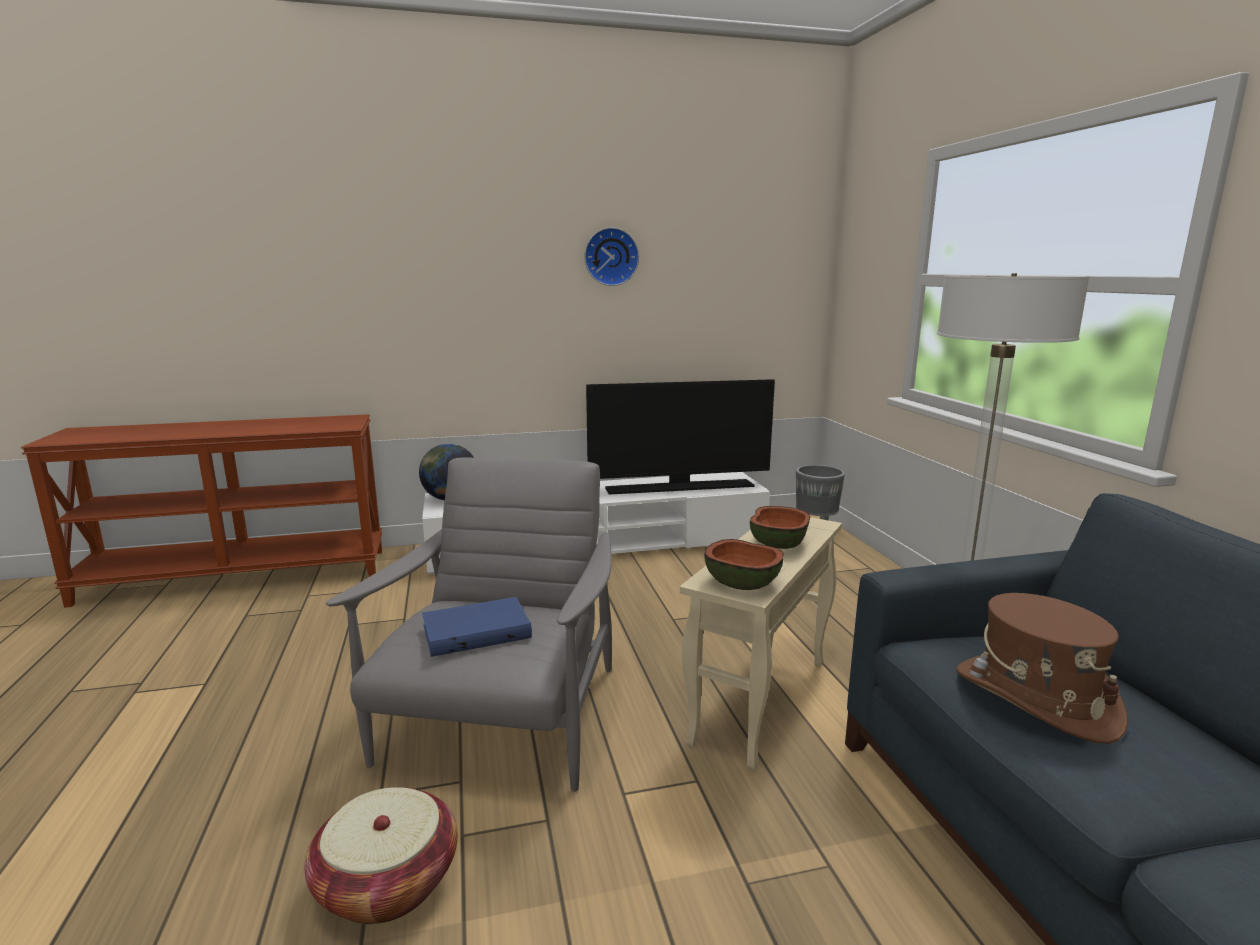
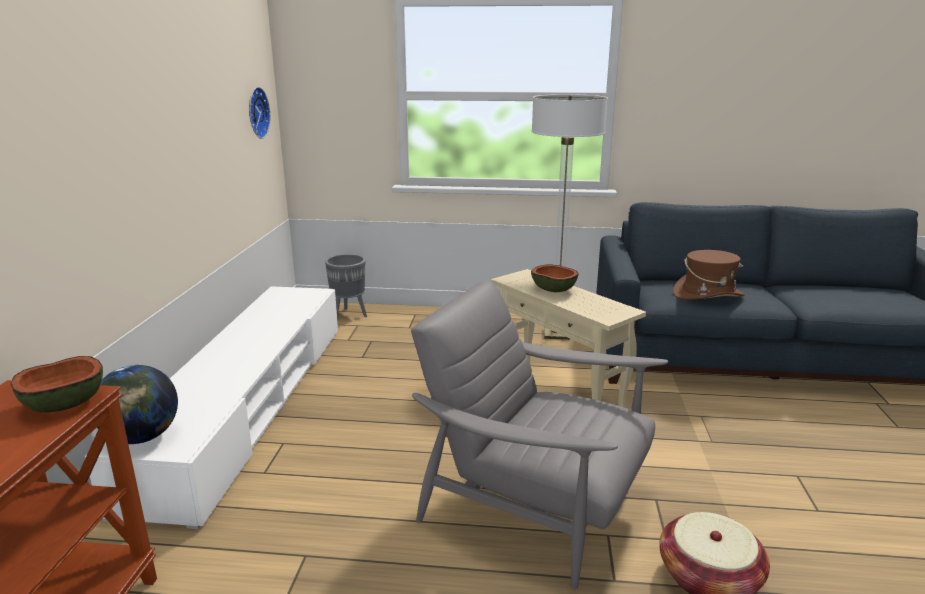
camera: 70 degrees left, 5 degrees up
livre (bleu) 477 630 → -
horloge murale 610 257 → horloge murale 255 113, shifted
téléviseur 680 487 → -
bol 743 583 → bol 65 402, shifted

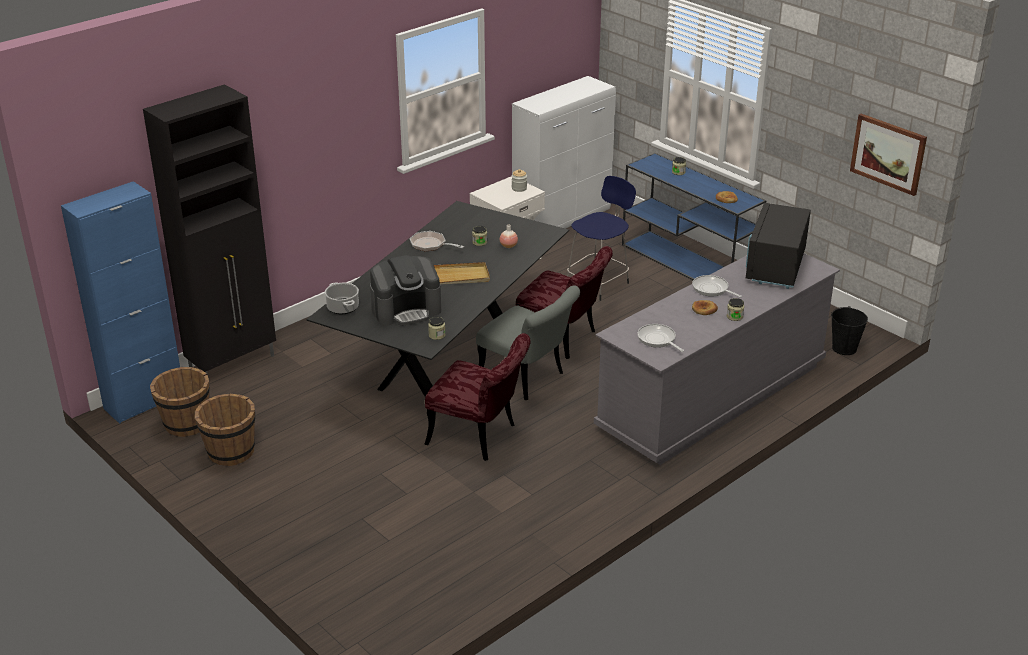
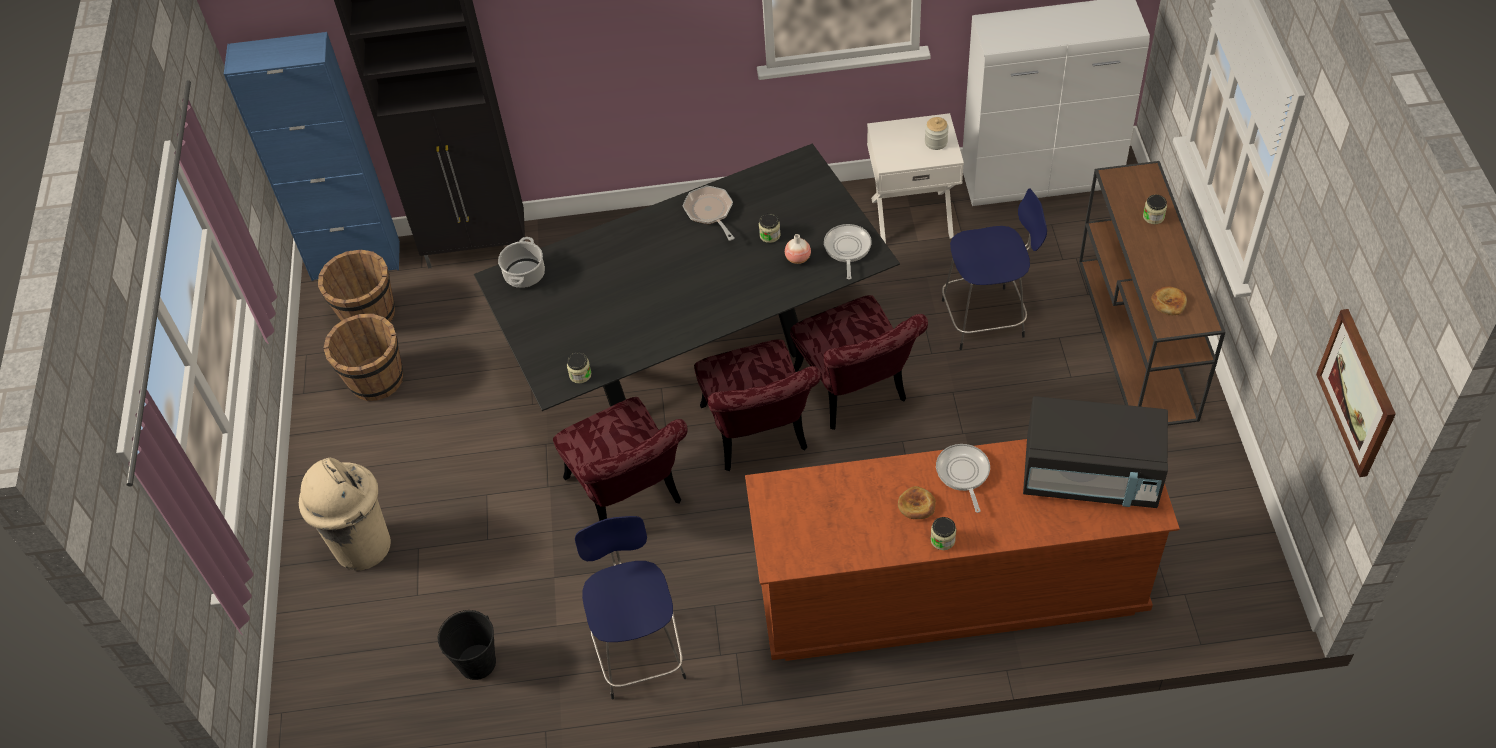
camera: 40 degrees right, 20 degrees up
machine à café 406 310 → -
plateau (beige) 456 277 → -
chaise (gris) 527 379 → chaise (rouge) 758 437
commode (gris) 712 396 → commode (marron) 949 588
table console (bleu) 689 264 → table console (marron) 1137 340
poêle 658 339 → poêle 847 249, shifted
micro-ondes (noir) 775 267 → micro-ondes (noir) 1090 476, 135 degrees counterclockwise
seau (noir) 844 348 → seau (noir) 477 662, shifted
- → poubelle (beige) 362 545
- → tabouret (bleu) 639 652

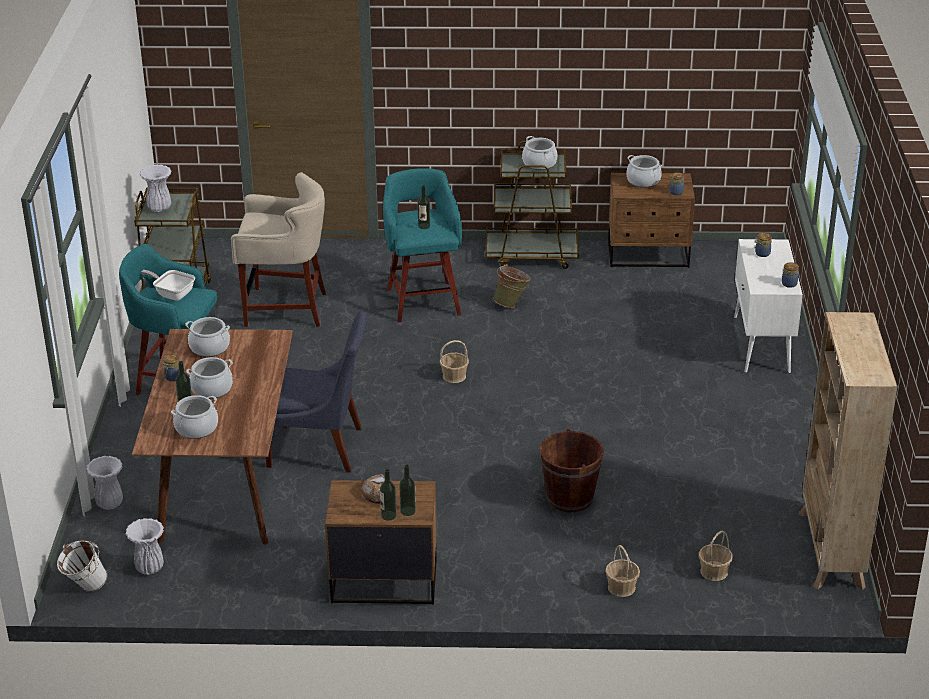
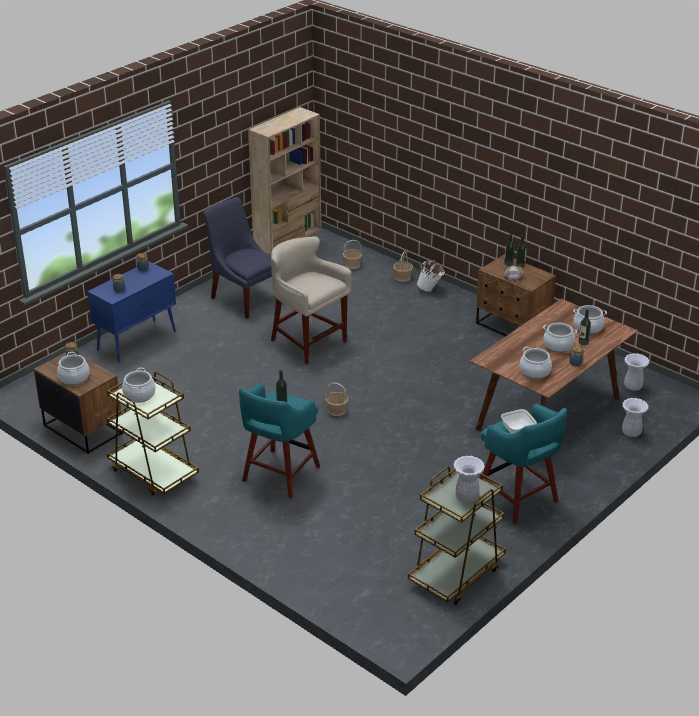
camera: 140 degrees left, 0 degrees up
seau (blanc) 85 588 → seau (blanc) 430 289, shifted
tabouret (beige) 284 308 → tabouret (beige) 308 342, shifted
chaise (bleu) 320 448 → chaise (bleu) 245 297, shifted
seau (vert) 512 303 → -
seau (marron) 569 498 → -
meuble de rangement (blanc) 761 345 → meuble de rangement (bleu) 137 340

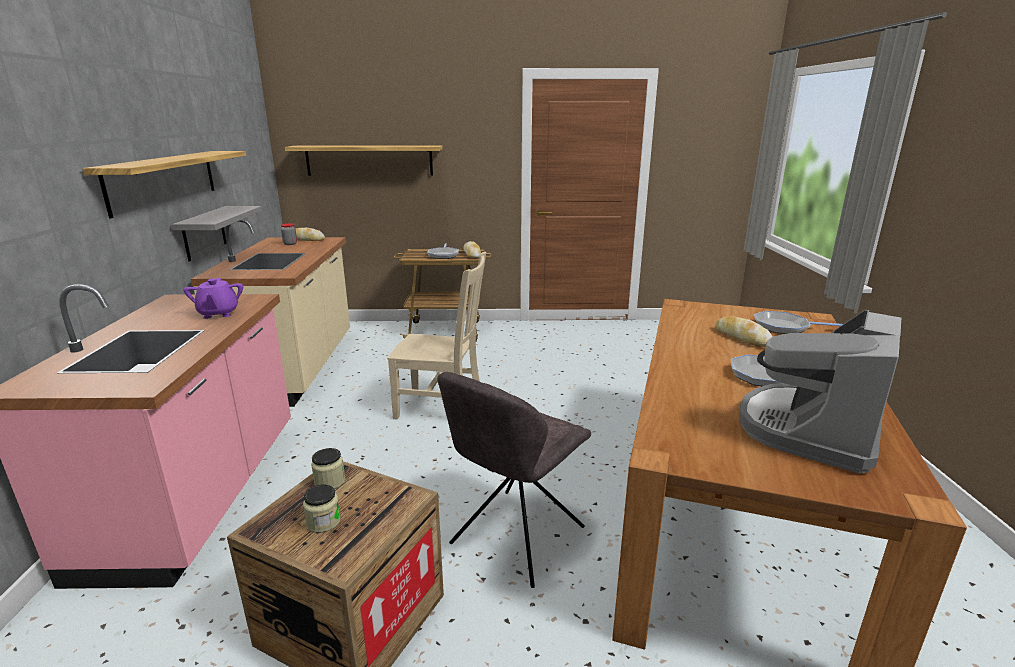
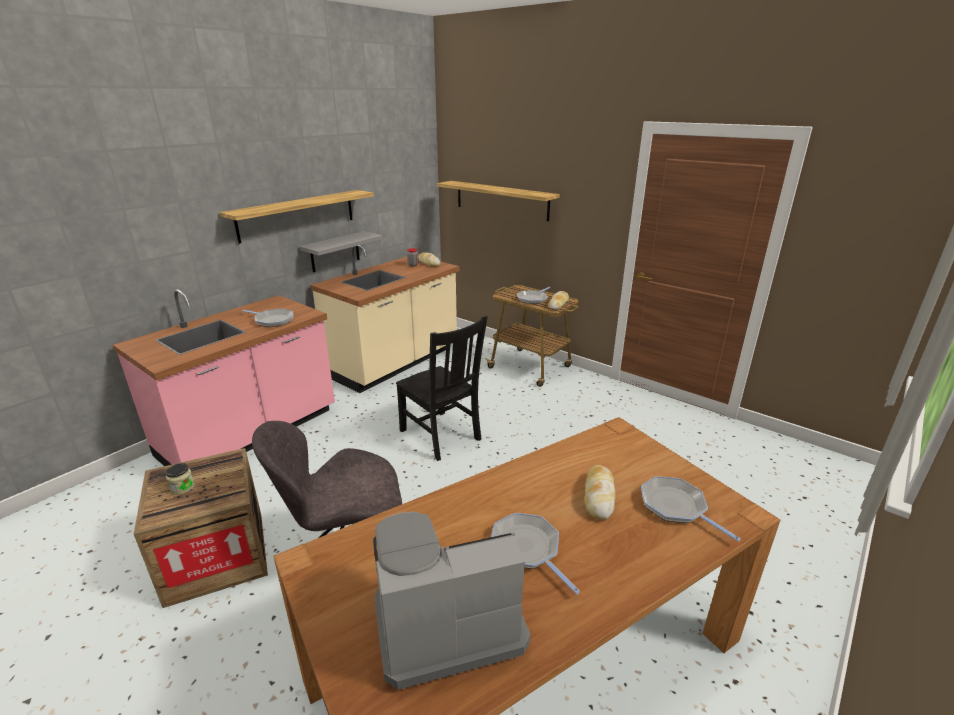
camera: 40 degrees right, 5 degrees up
théière (violet) 218 313 → poêle 272 320
bocal 329 482 → -
chaise (beige) 443 407 → chaise (noir) 441 436

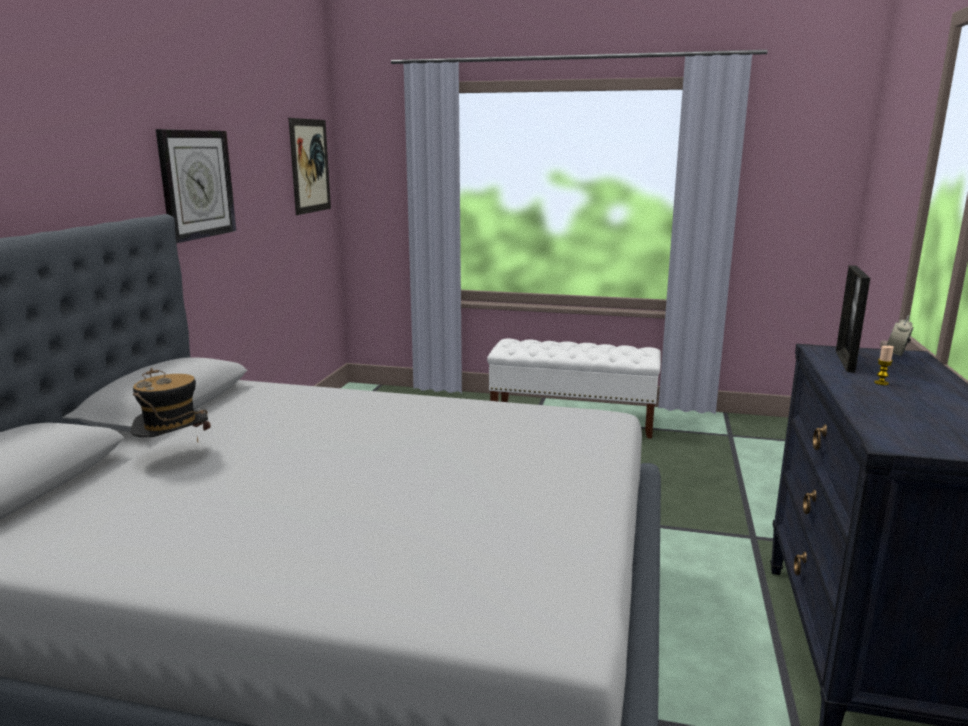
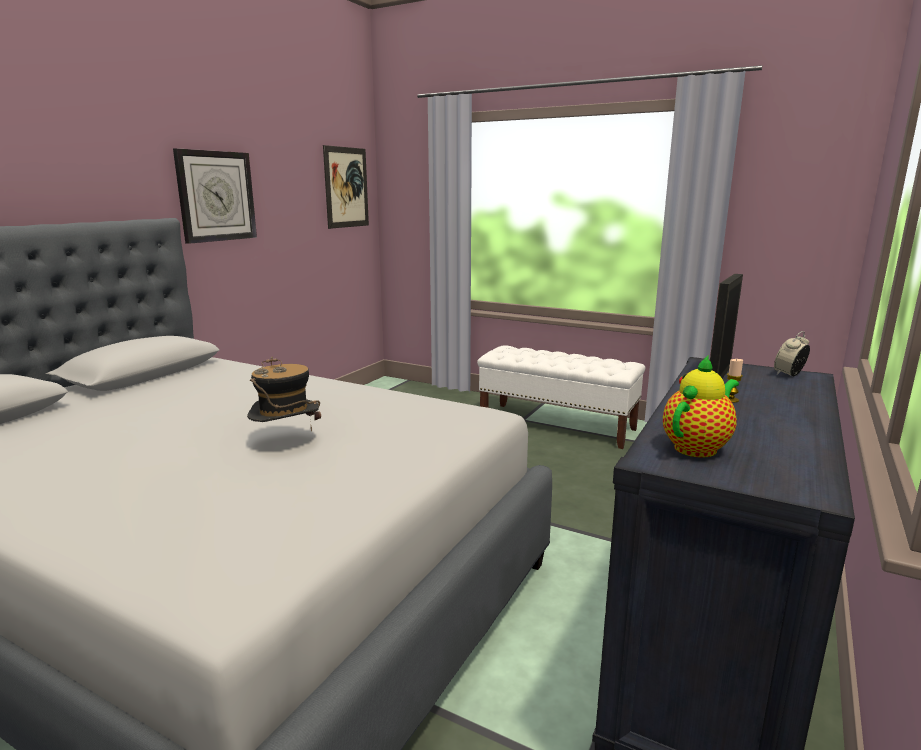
camera: 15 degrees right, 0 degrees up
chapeau 175 457 → chapeau 287 442, shifted
- → théière 698 447

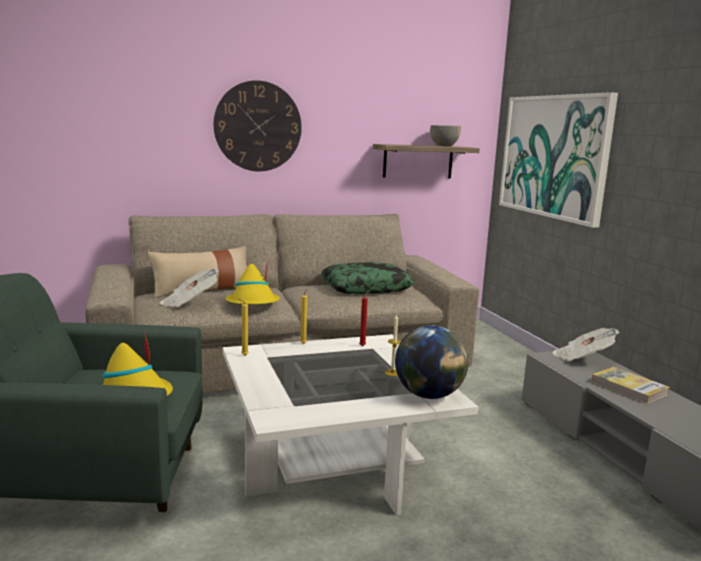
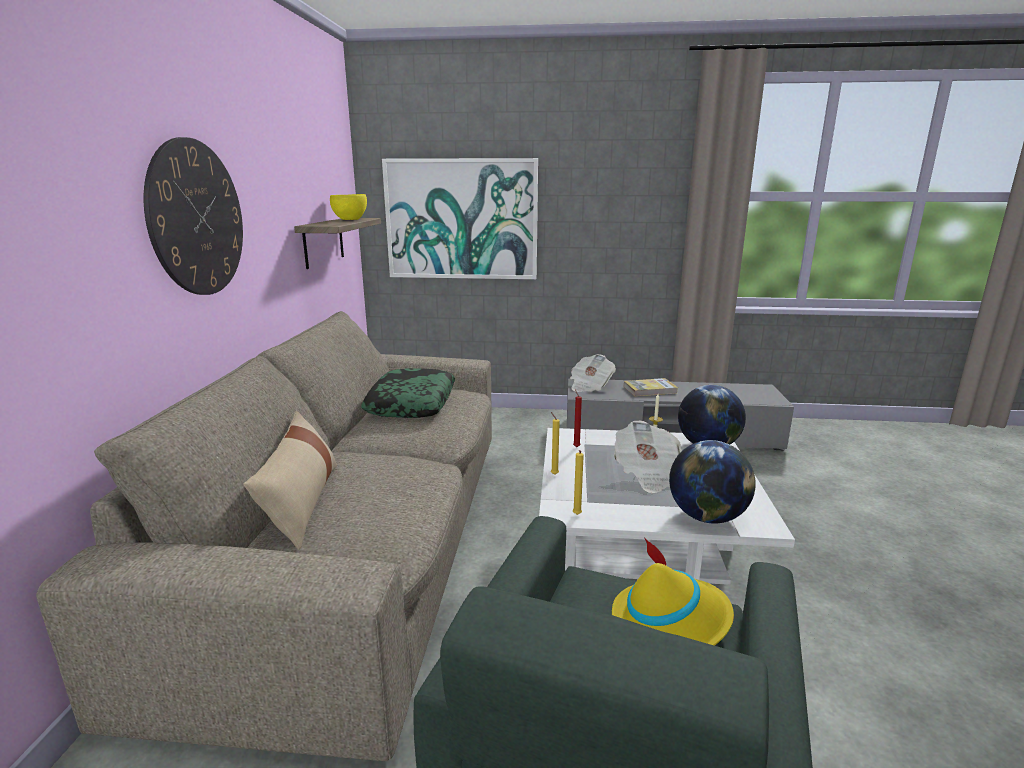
camera: 65 degrees left, 5 degrees up
journal 189 303 → journal 648 474, shifted
chapeau (jaune) 253 304 → -
bol (gris) 444 146 → bol (jaune) 350 219
- → globe 707 517

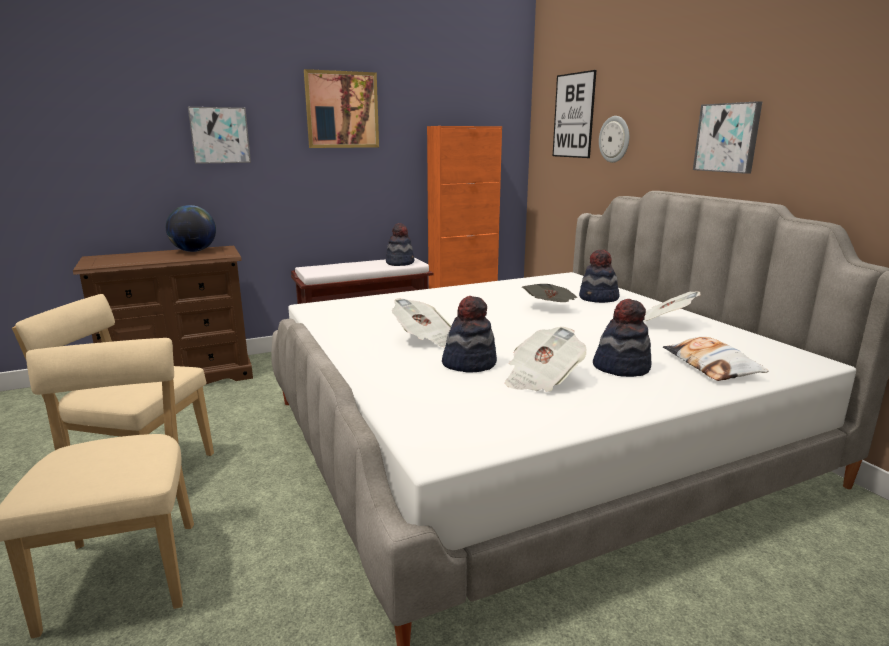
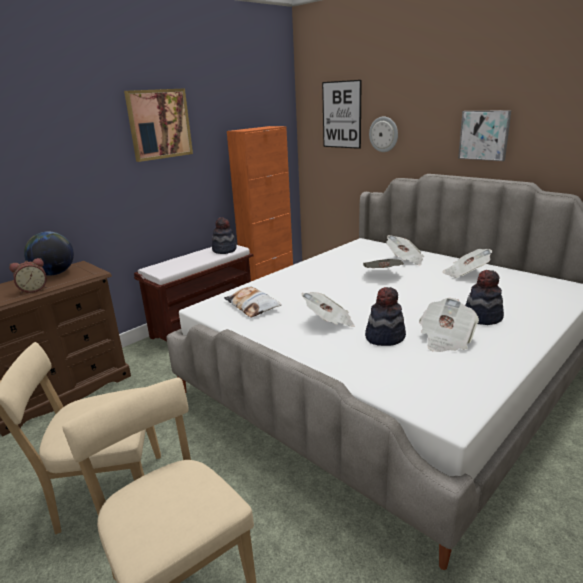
camera: 20 degrees left, 5 degrees up
tableau 220 135 → -
chapeau 598 299 → journal 405 260
coussin 711 366 → coussin 252 306, shifted
- → réveil 33 289

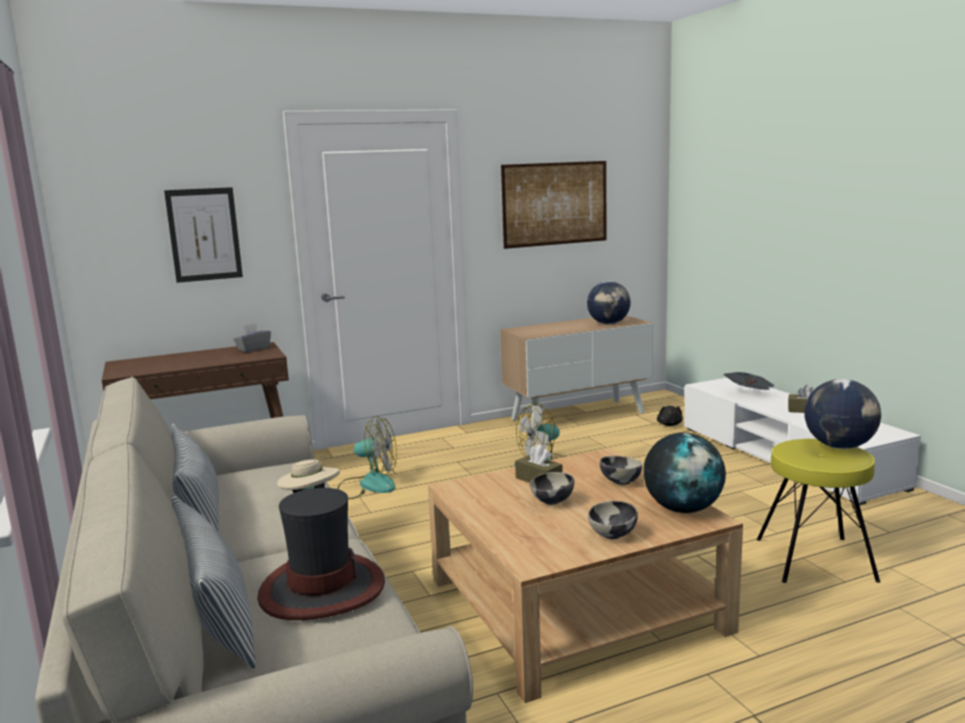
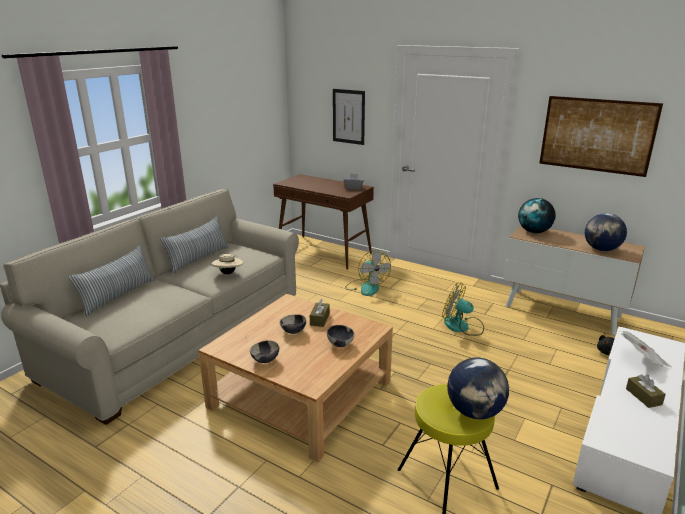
camera: 55 degrees right, 10 degrees up
chapeau 321 589 → -
globe 683 509 → globe 534 232, shifted

